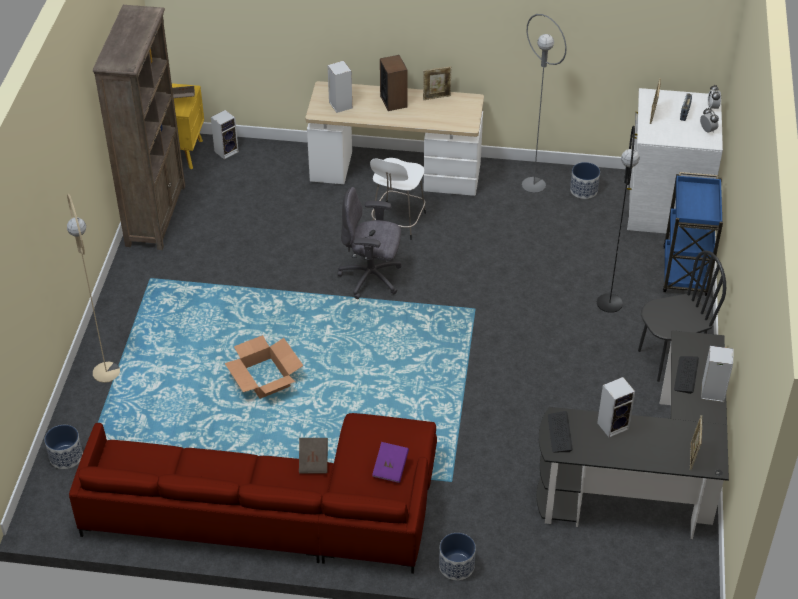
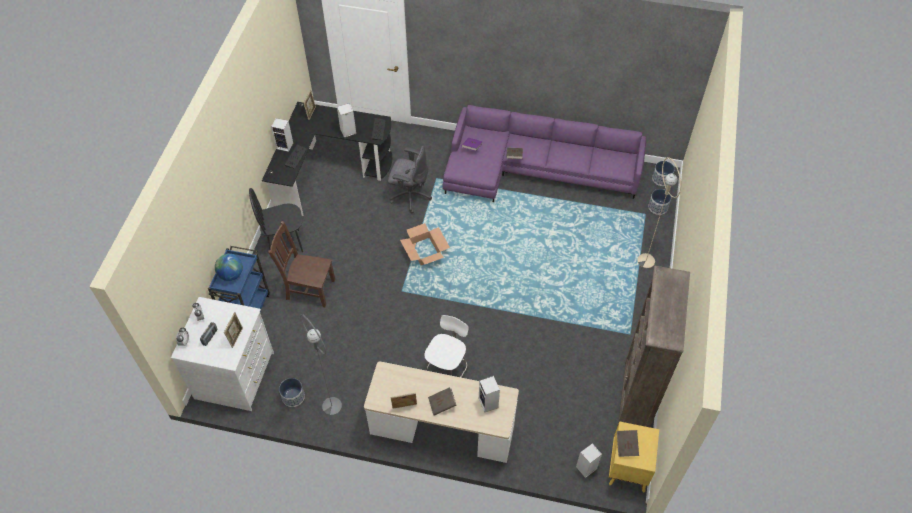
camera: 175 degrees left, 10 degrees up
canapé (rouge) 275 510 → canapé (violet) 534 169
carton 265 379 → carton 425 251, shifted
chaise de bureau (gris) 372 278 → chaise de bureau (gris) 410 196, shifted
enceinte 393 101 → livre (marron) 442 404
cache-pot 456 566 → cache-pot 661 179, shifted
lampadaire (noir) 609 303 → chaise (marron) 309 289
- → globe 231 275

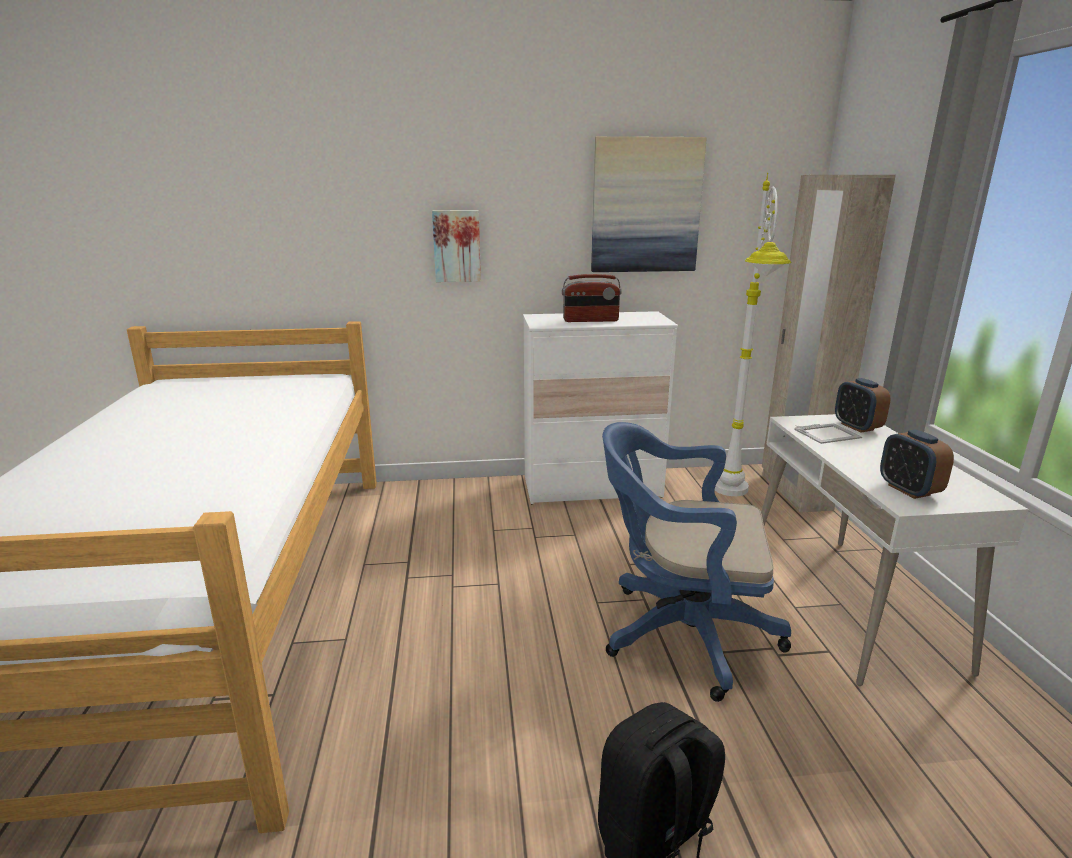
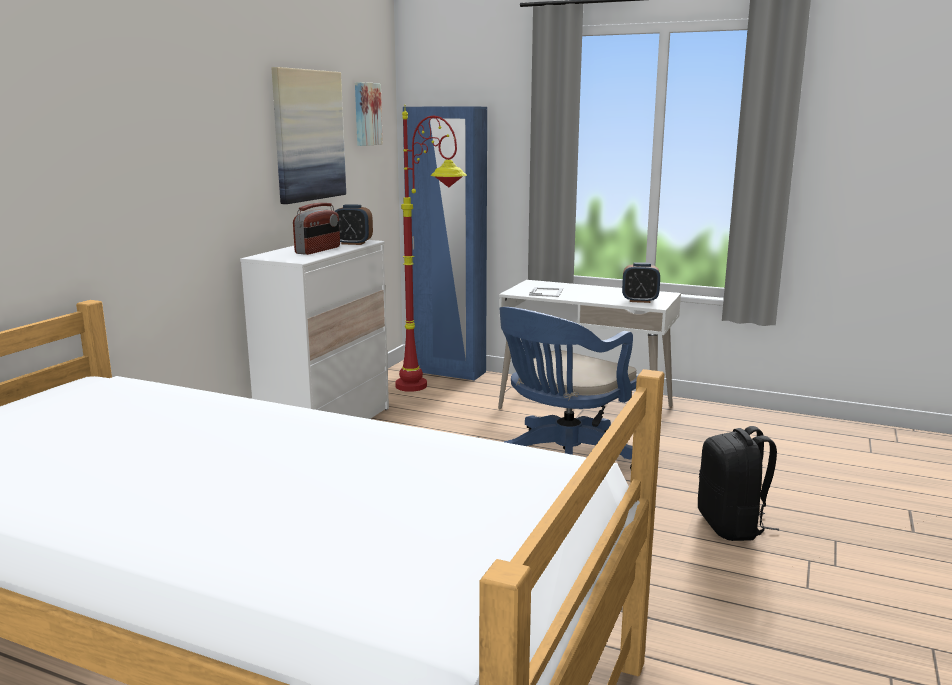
camera: 60 degrees left, 5 degrees down
tableau 457 246 → tableau 366 114, shifted
lampadaire (blanc) 733 502 → lampadaire (rouge) 431 392
armoire (beige) 794 492 → armoire (bleu) 447 372
réveil 857 427 → réveil 353 243, shifted

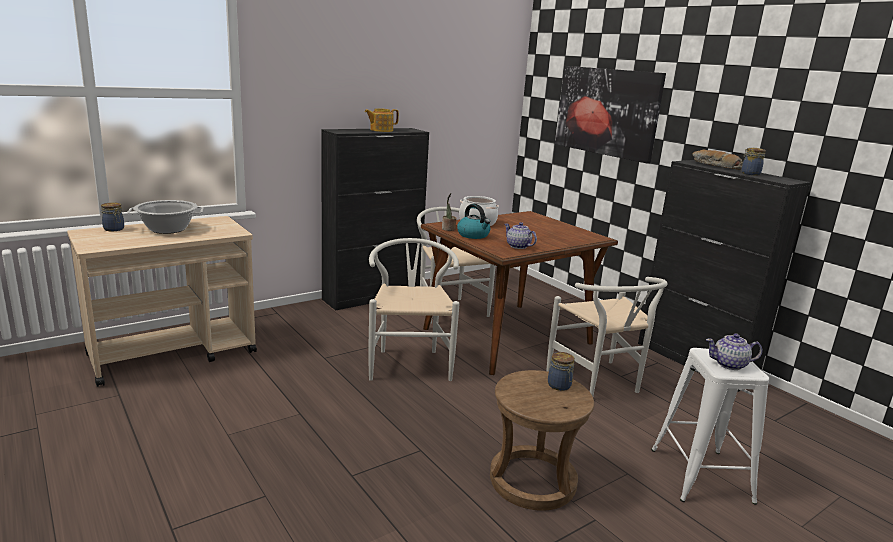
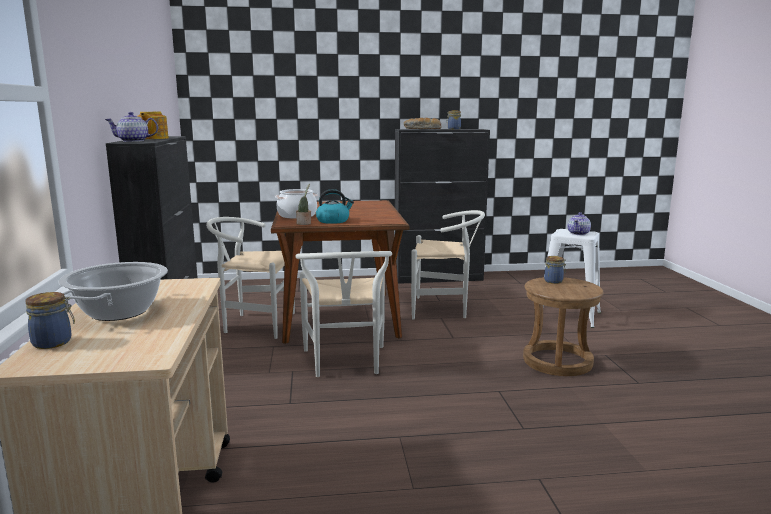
camera: 60 degrees left, 5 degrees down
chaise (blanc) 409 362 → chaise (blanc) 345 364, 120 degrees counterclockwise
théière 518 246 → théière 134 141, shifted
tableau 606 112 → -

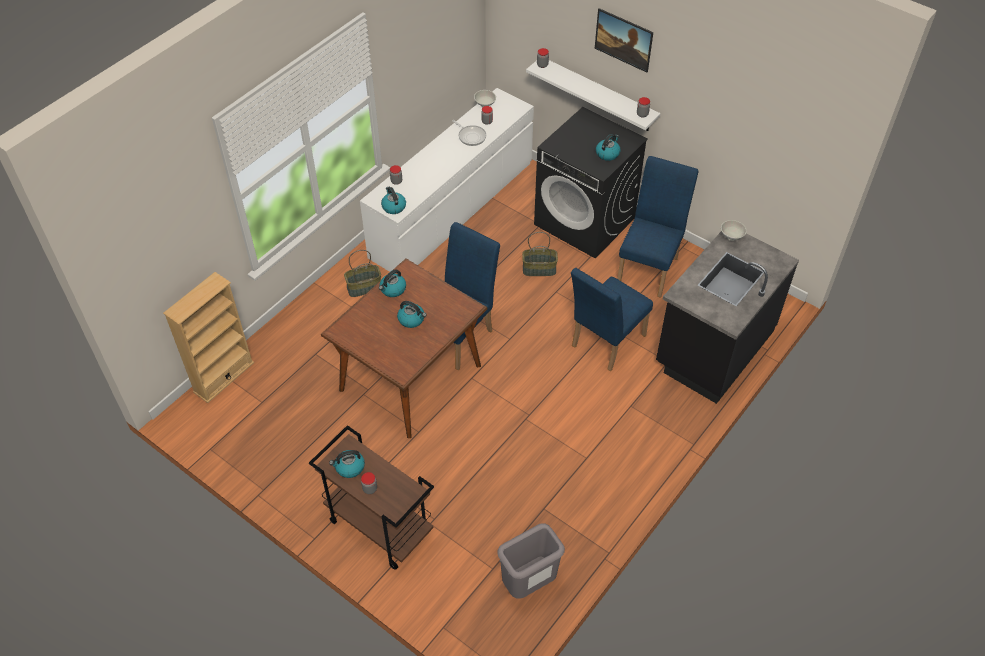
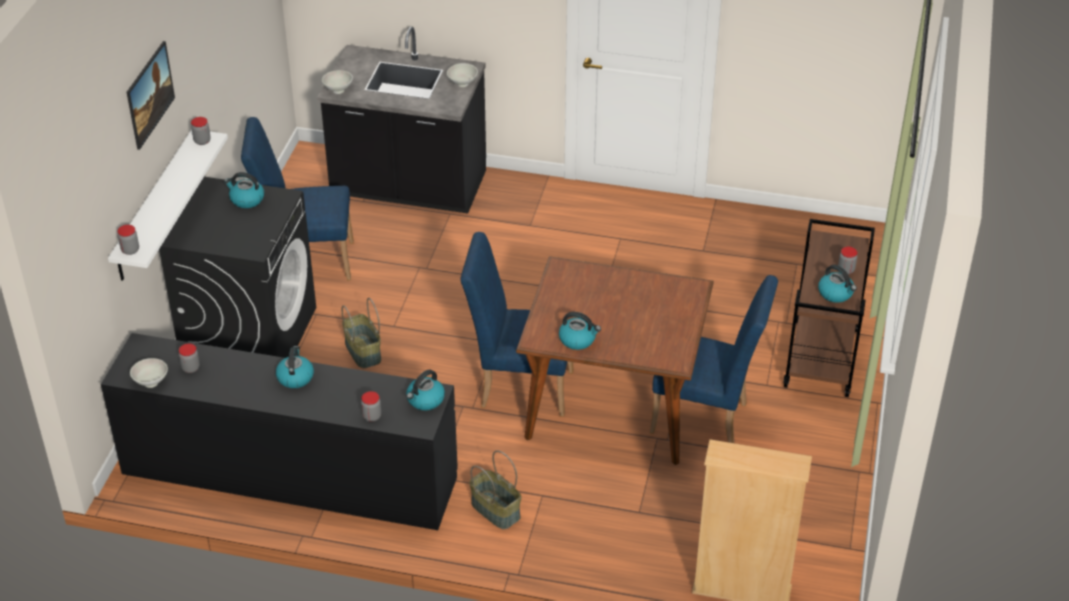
camera: 115 degrees left, 10 degrees down
commode (blanc) 452 209 → commode (noir) 289 475
bouilloire 412 319 → bouilloire 295 377, shifted
poêle 471 136 → -
poubelle (gris) 529 585 → -
chaise (bleu) 604 343 → chaise (bleu) 707 420, shifted
- → bol (blanc) 463 84

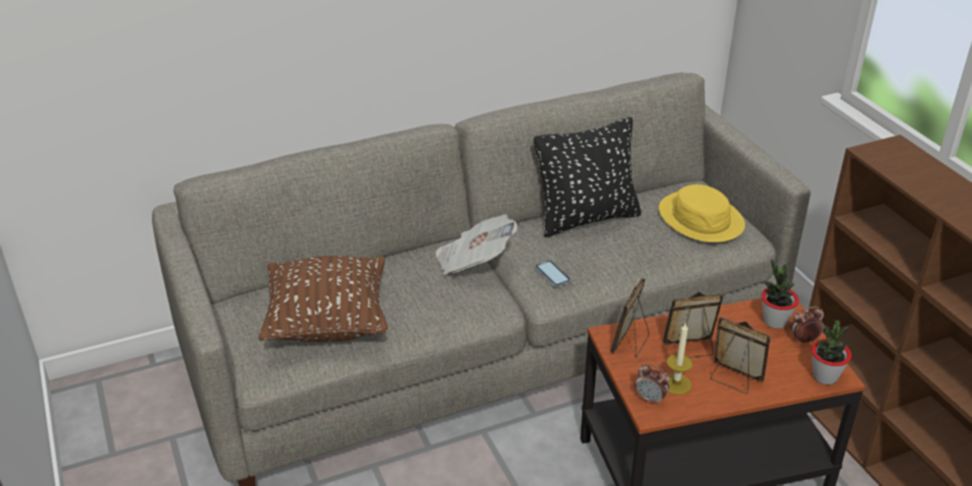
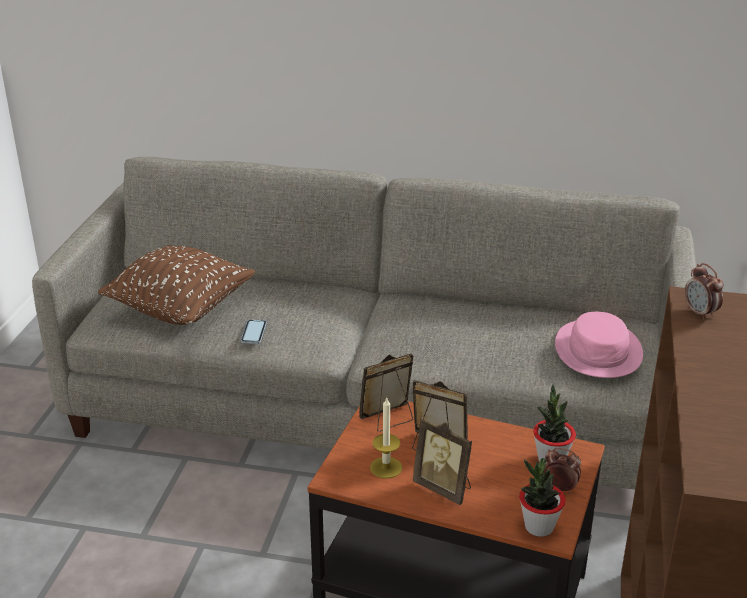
camera: 35 degrees right, 5 degrees down
journal 474 262 → -
coussin (noir) 586 218 → -
téléphone 552 274 → téléphone 253 333, shifted
réveil 650 399 → réveil 700 313, shifted
chapeau (jaune) 701 218 → chapeau (rose) 598 350
cadre photo 733 379 → cadre photo 444 488, 150 degrees clockwise

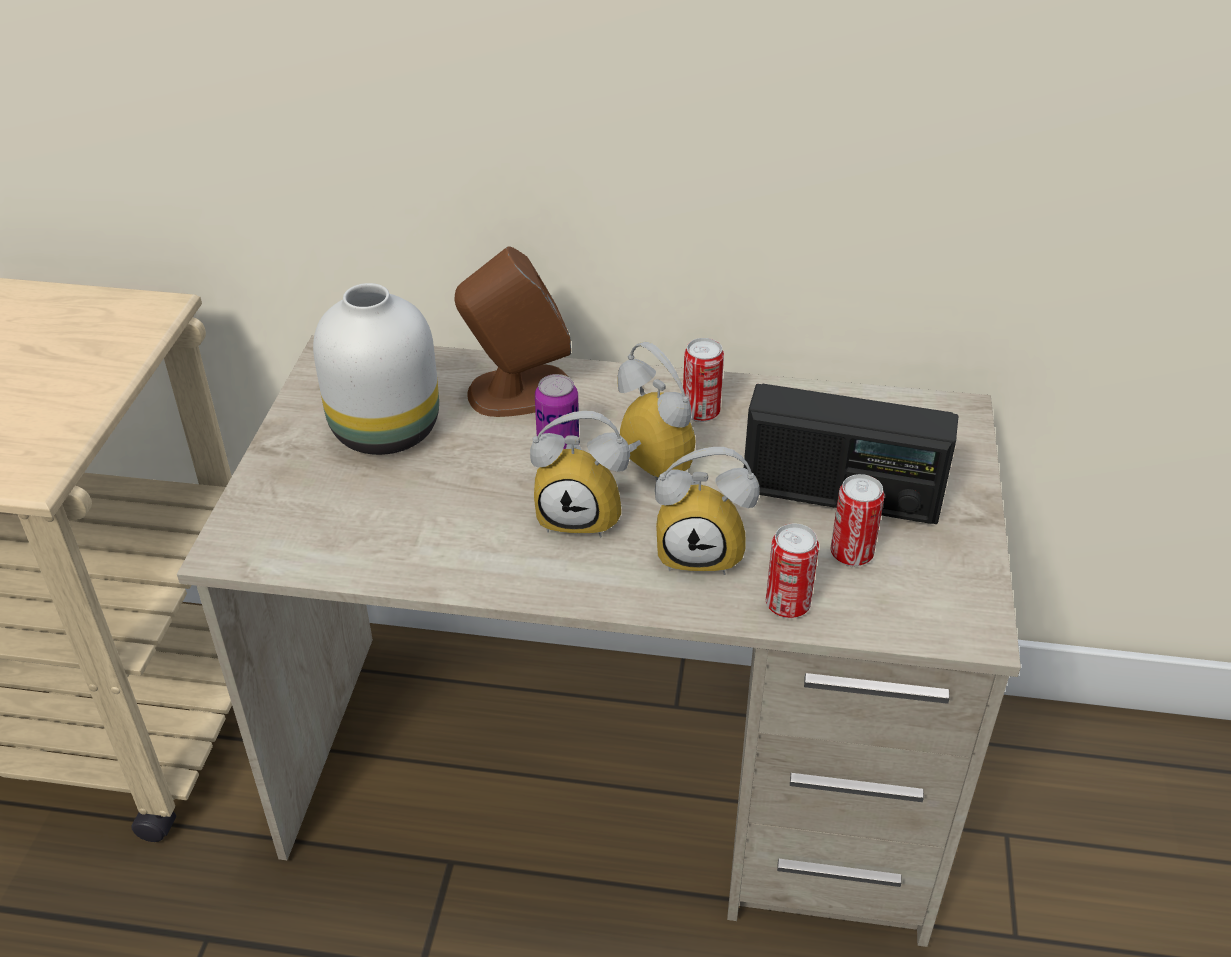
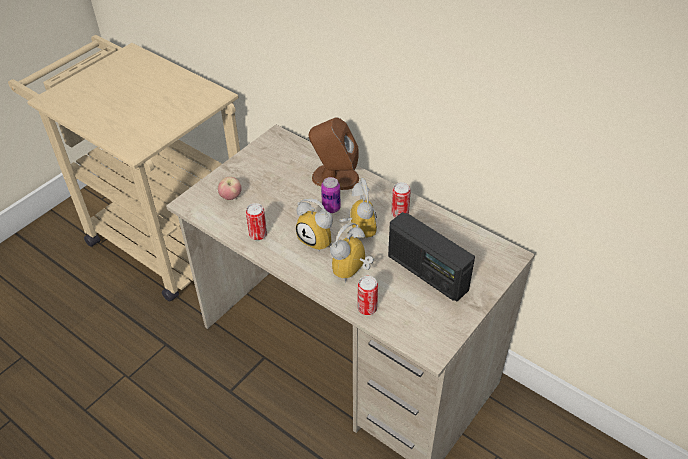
camera: 30 degrees right, 5 degrees up
vase (blanc) 385 432 → -
réveil 703 551 → réveil 352 273, 90 degrees clockwise
boîte métallique 851 554 → boîte métallique 258 235, shifted
- → pomme 231 197

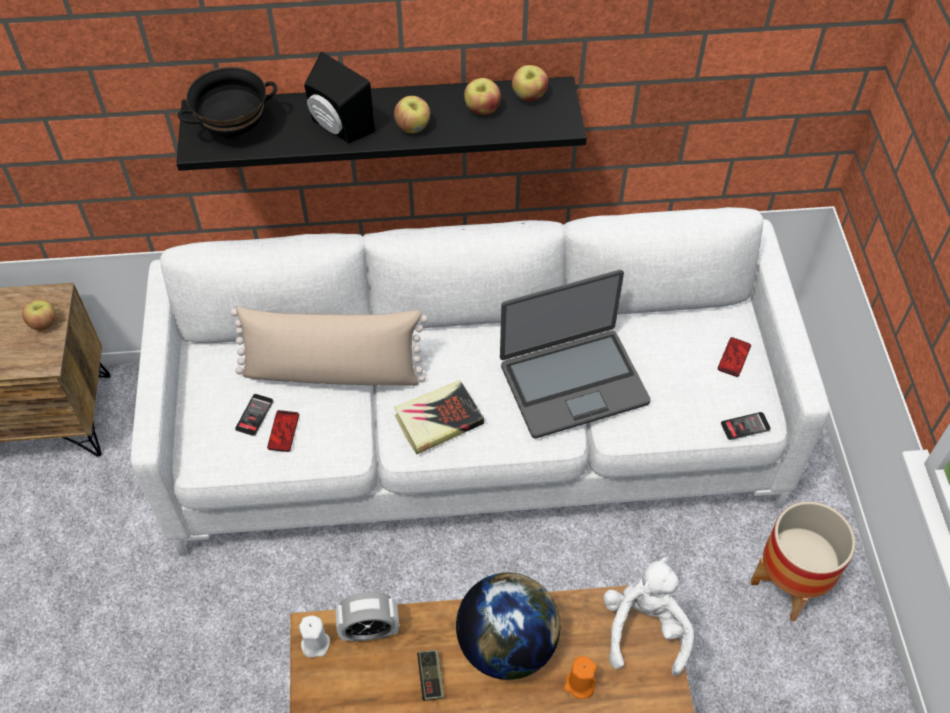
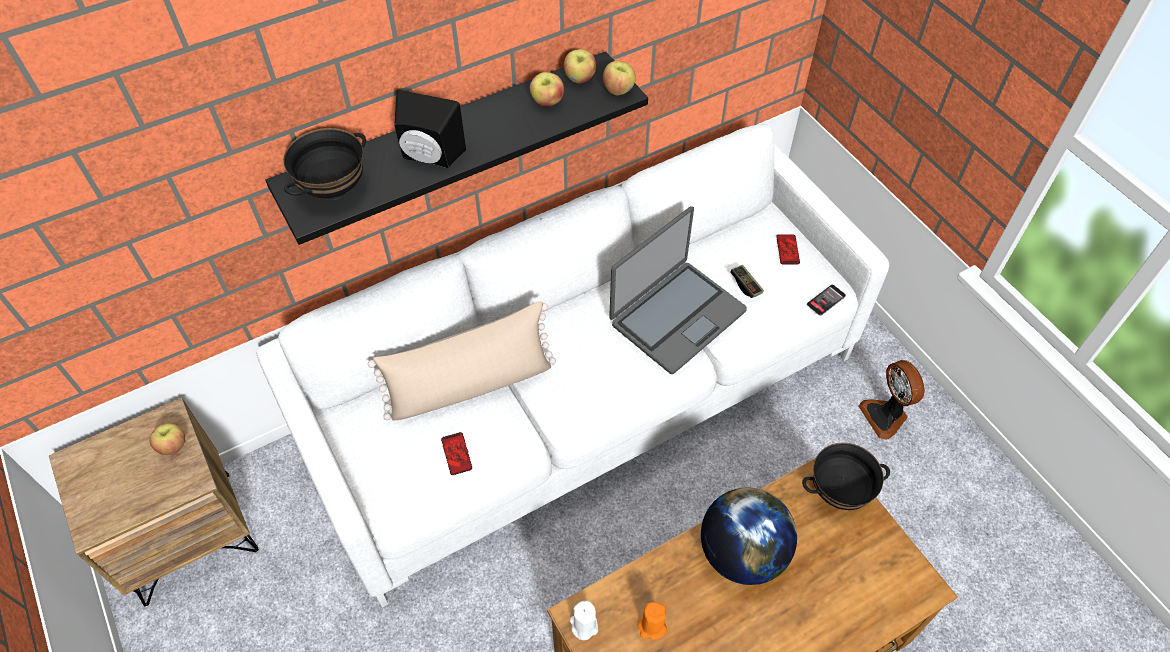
camera: 25 degrees left, 0 degrees up
téléphone 254 415 → -
réveil 369 631 → -
pomme 413 127 → pomme 618 90, shifted
livre 438 420 → -
manette 431 678 → manette 746 285, shifted
bougie (orange) 579 684 → bougie (orange) 652 626, shifted
peluche (blanc) 644 628 → bol (noir) 838 491
cache-pot 789 585 → ventilateur 885 416

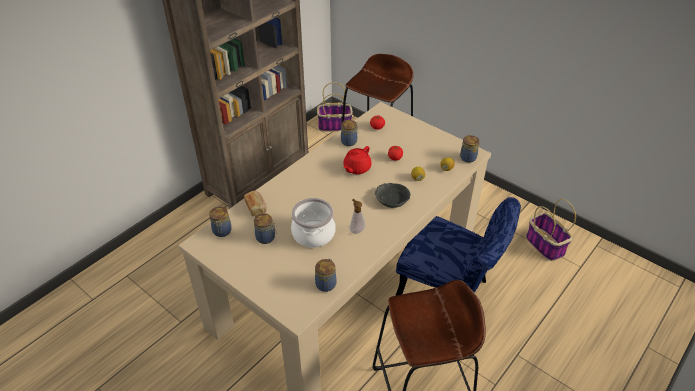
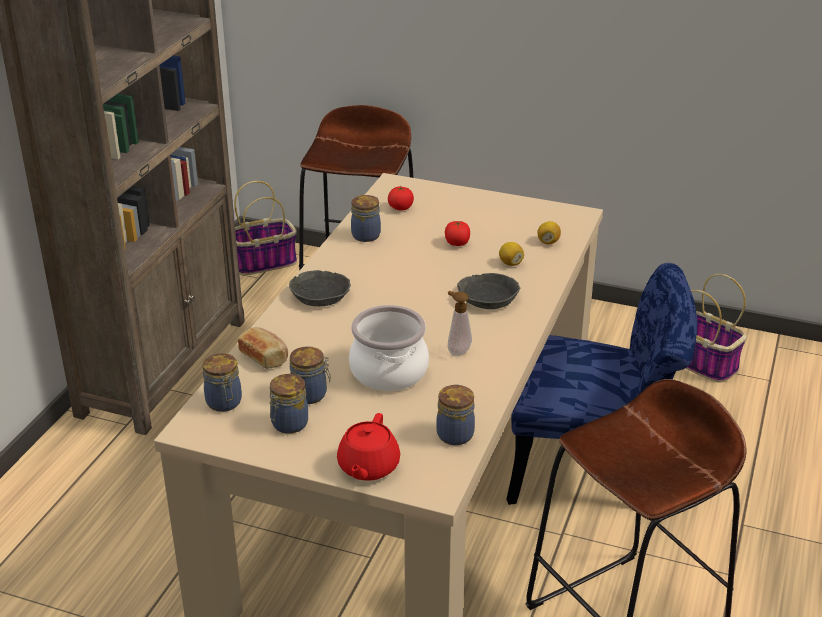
camera: 20 degrees left, 10 degrees down
théière (rouge) 356 168 → théière (rouge) 368 467, shifted
bocal 467 158 → bocal 288 424, shifted
- → bol (gris) 321 294

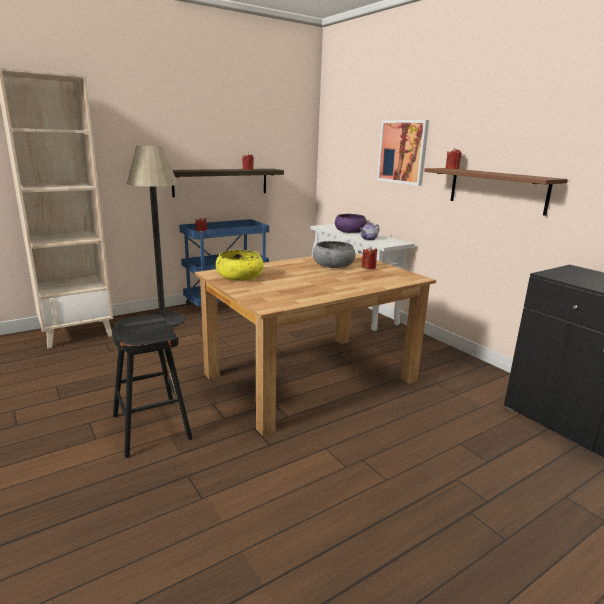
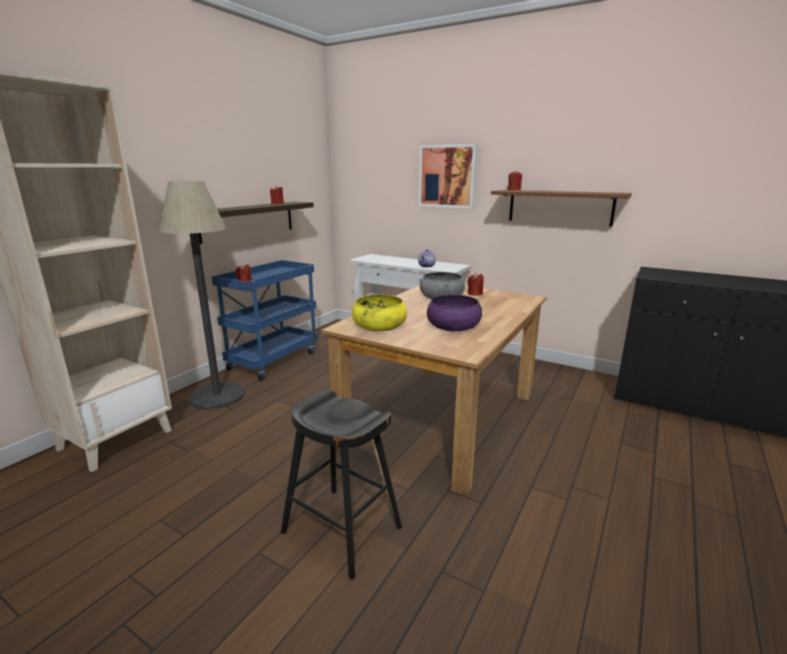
camera: 25 degrees left, 0 degrees up
bol (violet) 350 231 → bol (violet) 453 326, shifted

